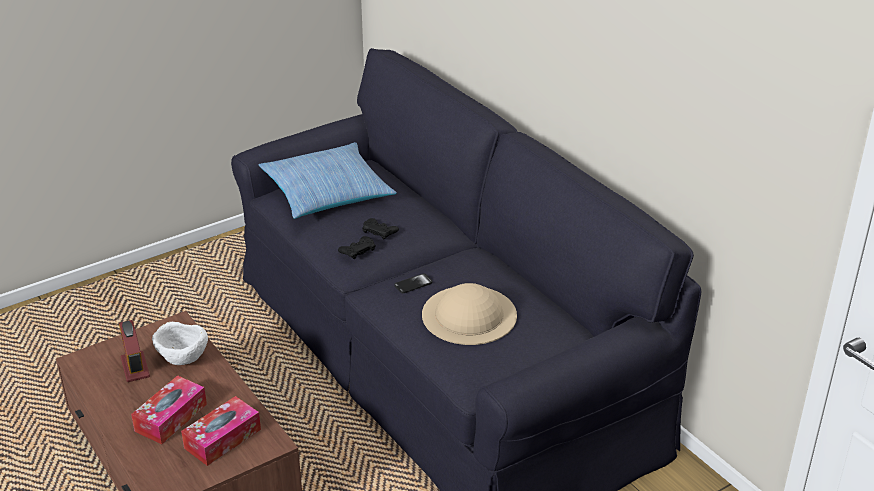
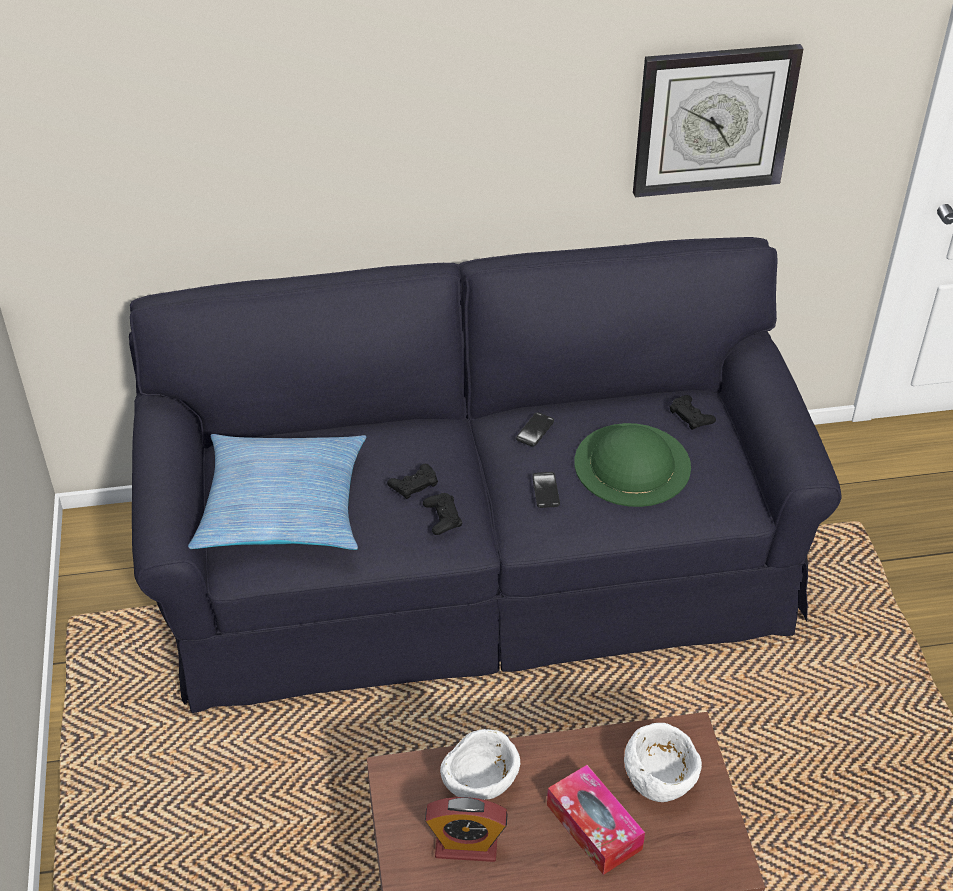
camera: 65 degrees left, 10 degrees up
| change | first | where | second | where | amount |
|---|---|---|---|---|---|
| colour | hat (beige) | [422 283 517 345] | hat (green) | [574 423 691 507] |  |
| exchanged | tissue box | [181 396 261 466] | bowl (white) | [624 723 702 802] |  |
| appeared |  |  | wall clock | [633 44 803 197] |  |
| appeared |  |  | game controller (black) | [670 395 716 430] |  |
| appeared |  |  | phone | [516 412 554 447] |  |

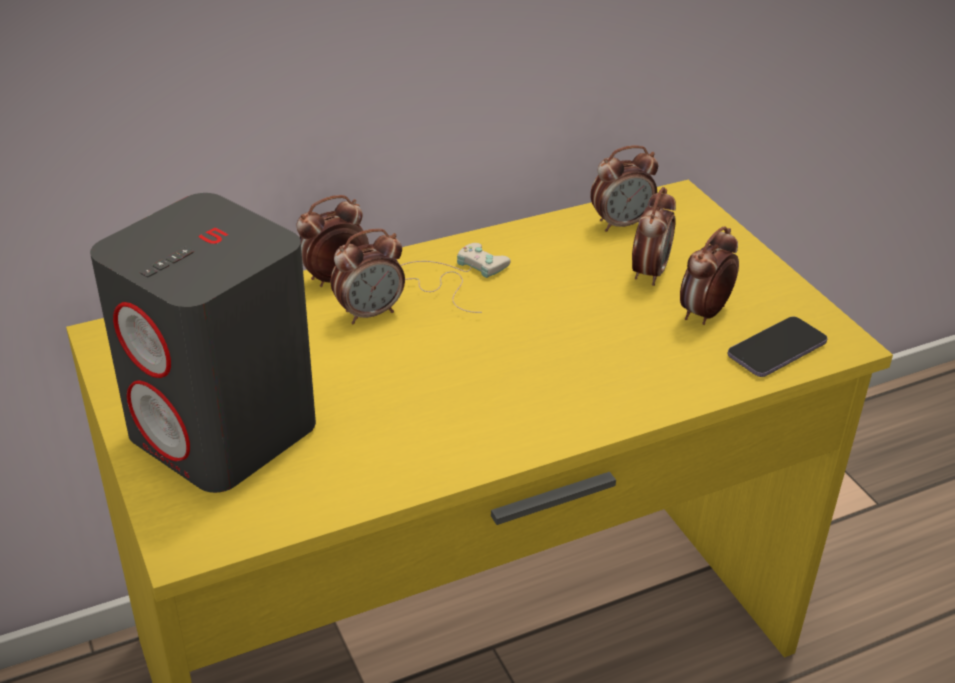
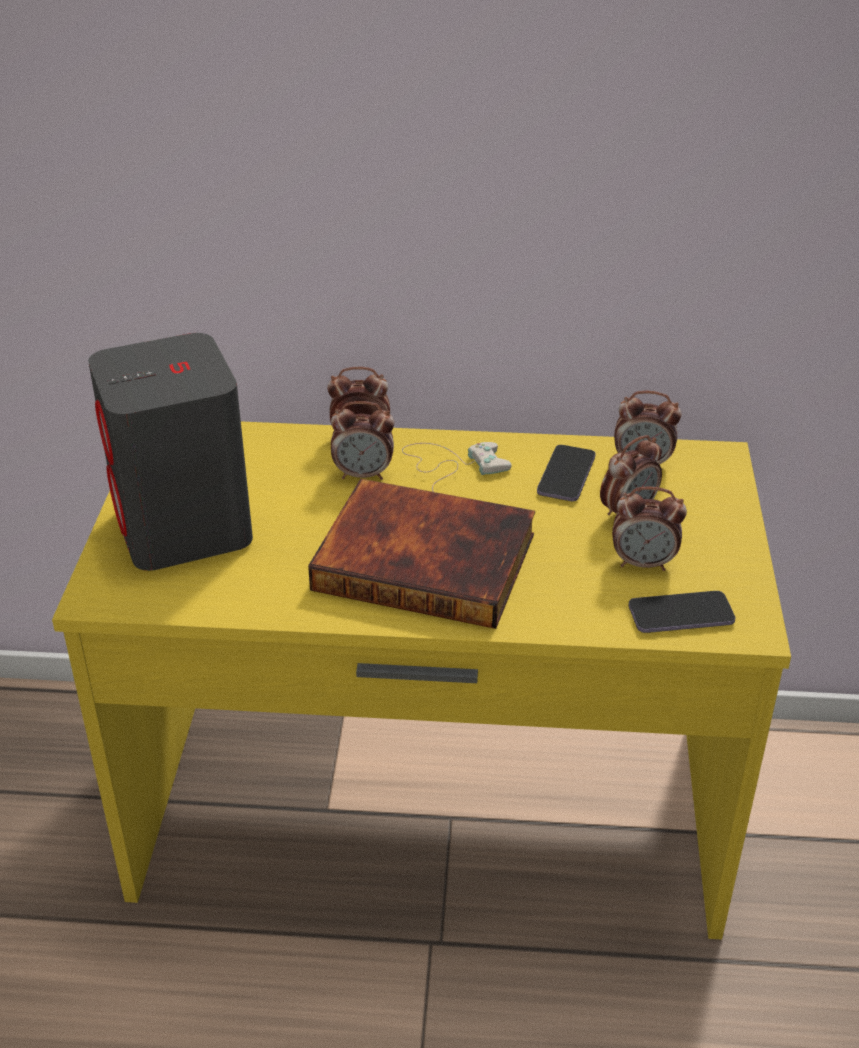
camera: 30 degrees right, 0 degrees up
| change | first | where | second | where | amount |
|---|---|---|---|---|---|
| spun | alarm clock | [680 226 739 325] |  | [612 486 687 571] | 150 degrees counterclockwise |
| appeared |  |  | phone | [537 445 596 501] |  |
| appeared |  |  | book | [308 479 535 629] |  |

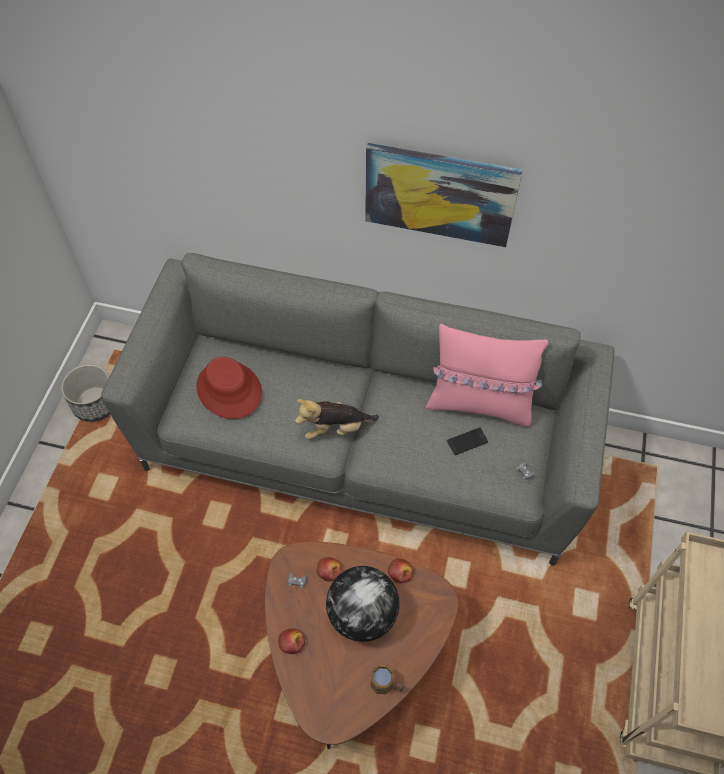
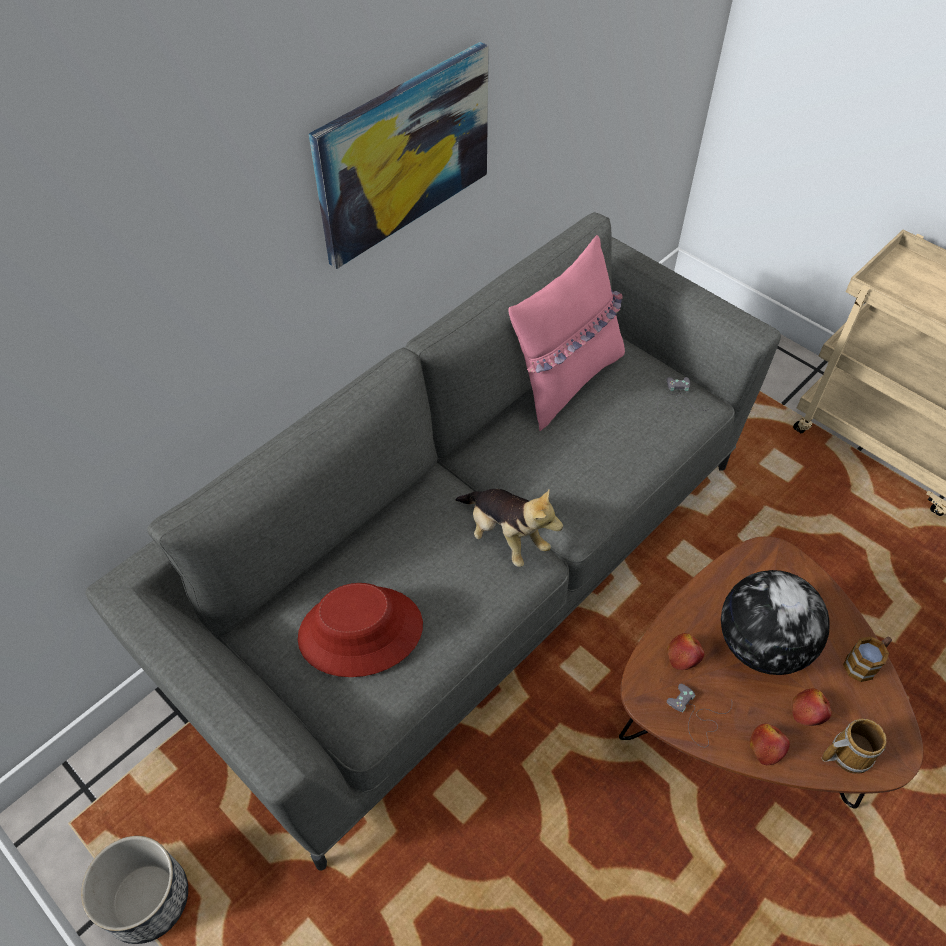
camera: 60 degrees left, 5 degrees down
| change | first | where | second | where | amount |
|---|---|---|---|---|---|
| spun | plush toy | [295 399 379 439] |  | [455 489 563 567] | 60 degrees counterclockwise |
| missing | phone | [447 427 488 455] |  |  |  |
| relocated | apple | [388 558 413 584] |  | [792 689 832 726] |  |
| appeared |  |  | mug | [822 718 887 774] |  |

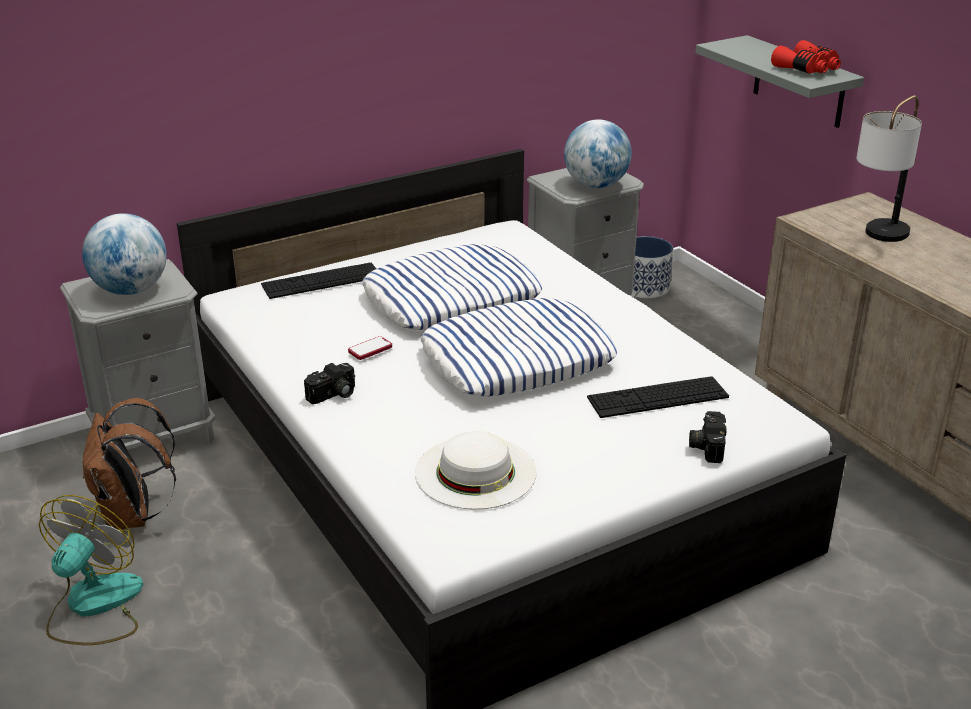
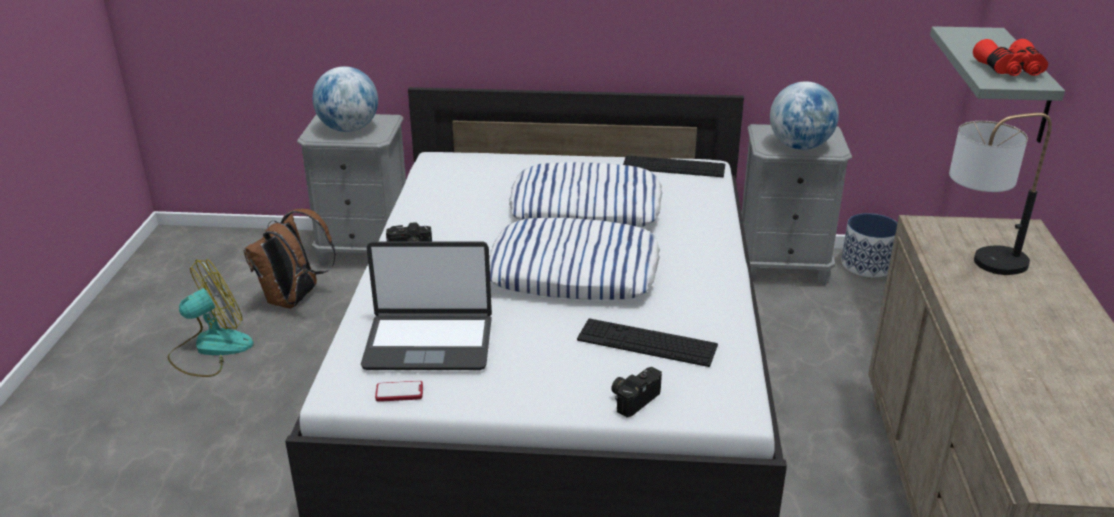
camera: 35 degrees right, 0 degrees up
| change | first | where | second | where | amount |
|---|---|---|---|---|---|
| relocated | keyboard | [261 262 376 299] |  | [623 156 725 177] |  |
| relocated | phone | [348 336 392 360] |  | [375 381 423 402] |  |
| exchanged | hat (white) | [415 431 537 509] | laptop | [361 242 492 370] |  |

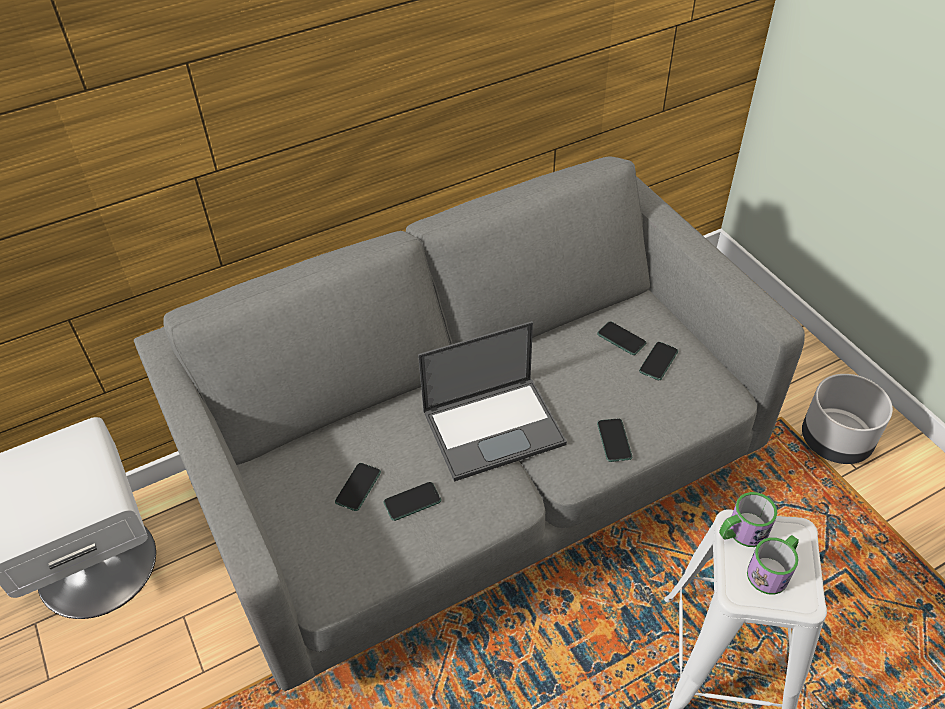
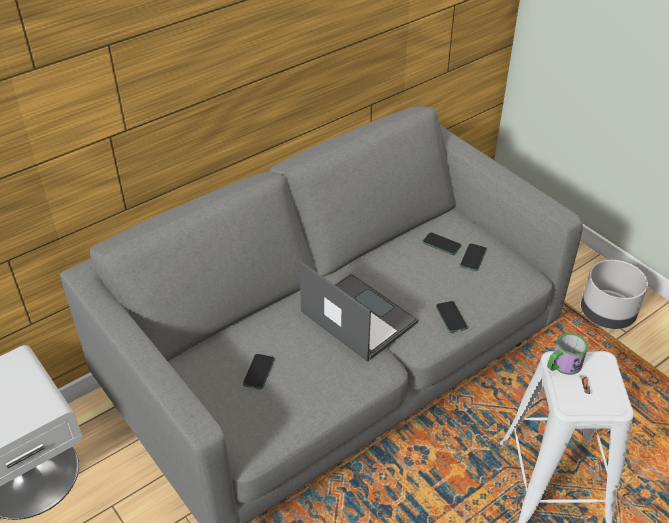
camera: 10 degrees left, 5 degrees down
| change | first | where | second | where | amount |
|---|---|---|---|---|---|
| spun | laptop | [418 321 567 482] |  | [299 261 418 362] | 105 degrees counterclockwise |
| missing | phone | [384 482 441 521] |  |  |  |
| missing | mug | [747 535 799 595] |  |  |  |

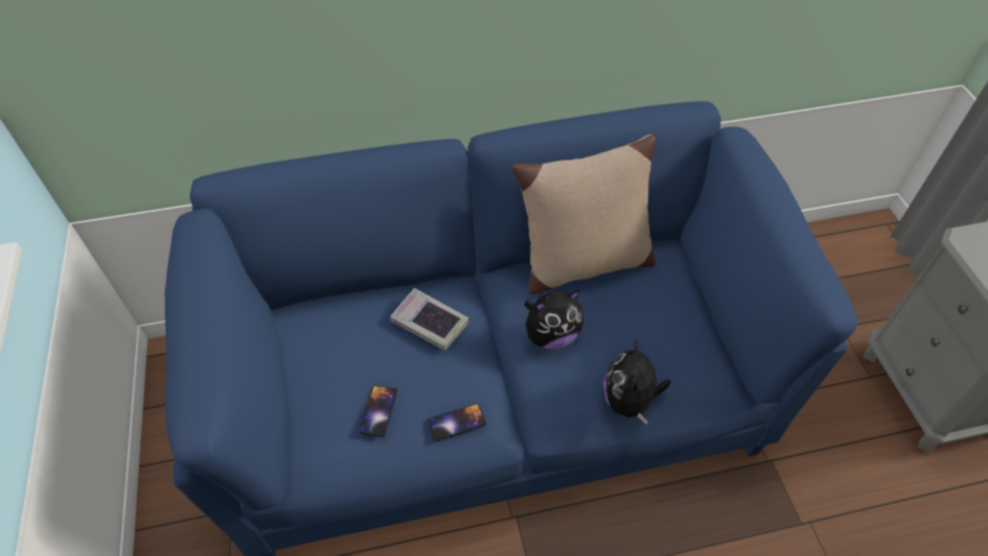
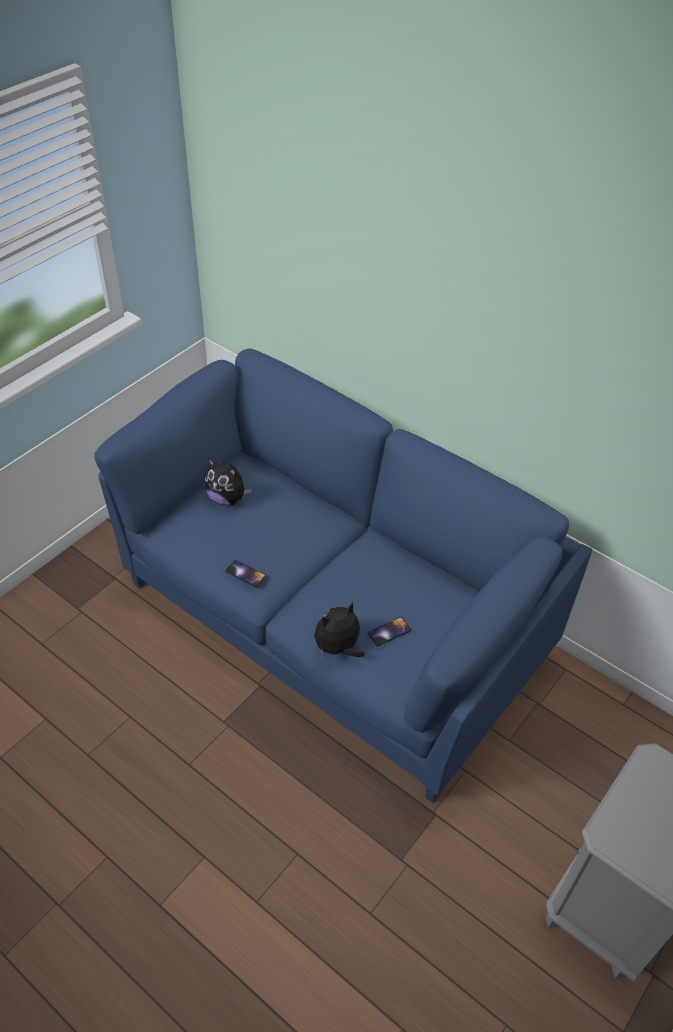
camera: 50 degrees right, 5 degrees down
| change | first | where | second | where | amount |
|---|---|---|---|---|---|
| missing | pillow (beige) | [512 134 656 294] |  |  |  |
| missing | book | [390 288 469 351] |  |  |  |
| relocated | plush toy | [524 290 584 349] |  | [204 458 252 506] |  |
| relocated | phone | [359 385 397 437] |  | [368 617 411 646] |  |

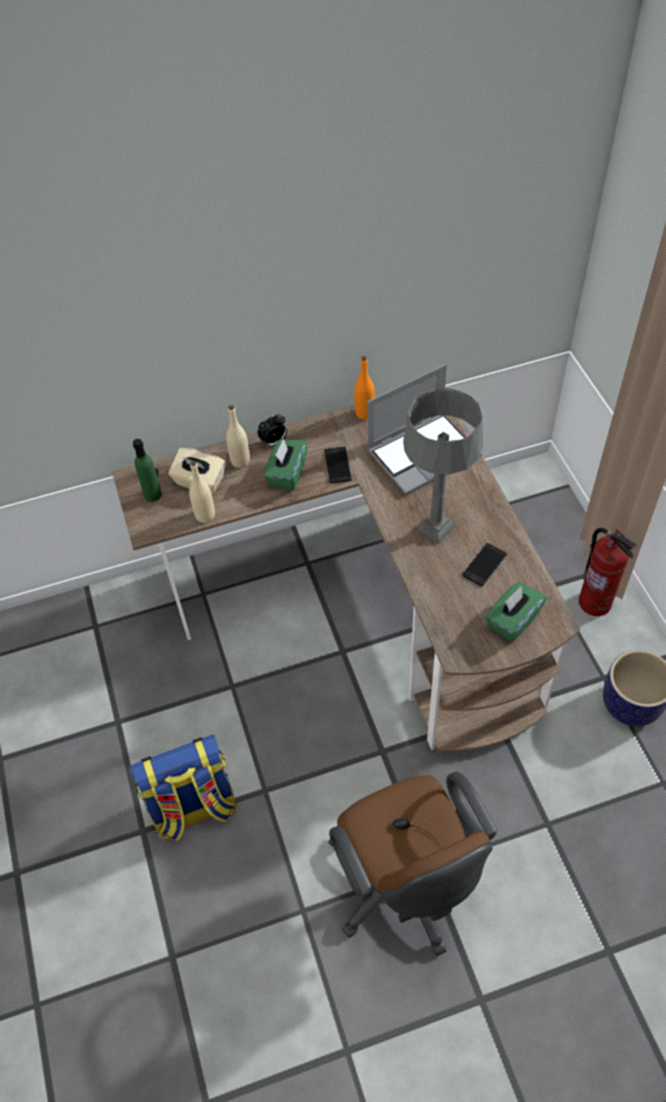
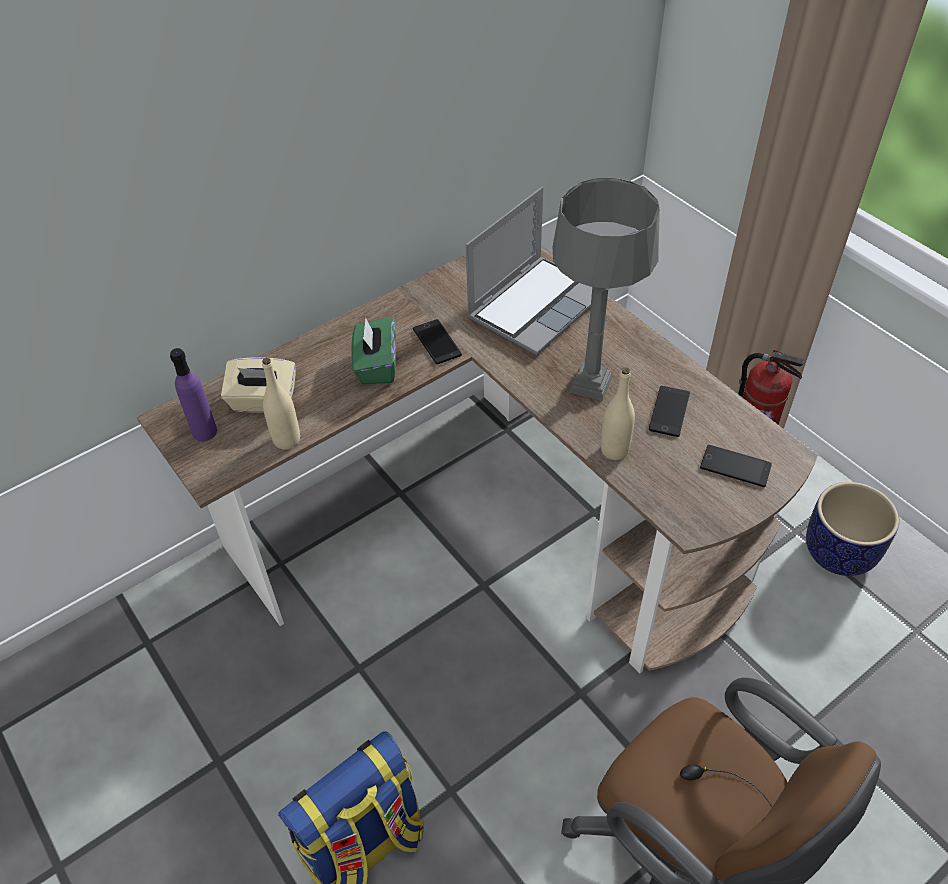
camera: 20 degrees left, 5 degrees down
| change | first | where | second | where | amount |
|---|---|---|---|---|---|
| missing | bottle (orange) | [354 356 375 420] |  |  |  |
| relocated | bottle (beige) | [226 405 250 468] |  | [601 367 635 460] |  |
| missing | alarm clock | [257 414 287 447] |  |  |  |
| colour | bottle (green) | [133 439 162 502] | bottle (purple) | [170 348 217 441] |  |
| exchanged | tissue box (green) | [486 582 547 642] | phone | [700 445 772 487] |  |

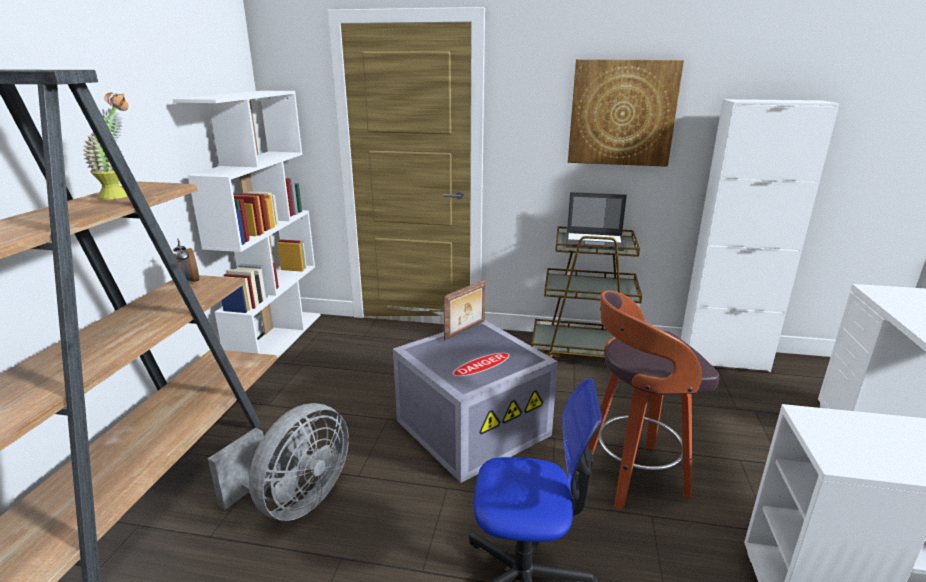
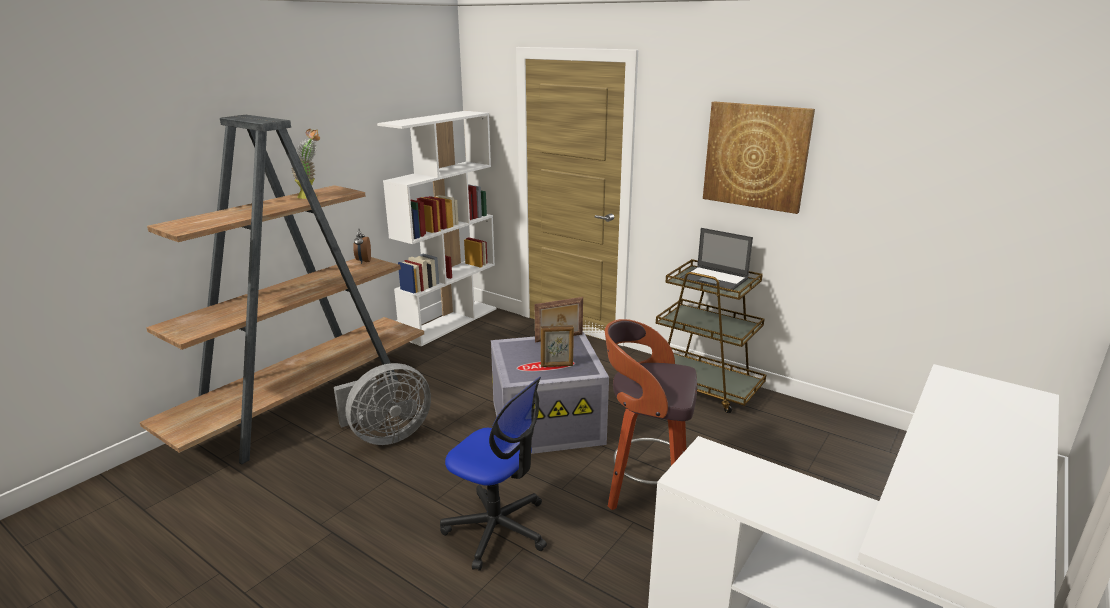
camera: 25 degrees right, 0 degrees up
| change | first | where | second | where | amount |
|---|---|---|---|---|---|
| missing | cabinet (white) | [681 99 840 372] |  |  |  |
| appeared |  |  | picture frame | [541 325 574 367] |  |

